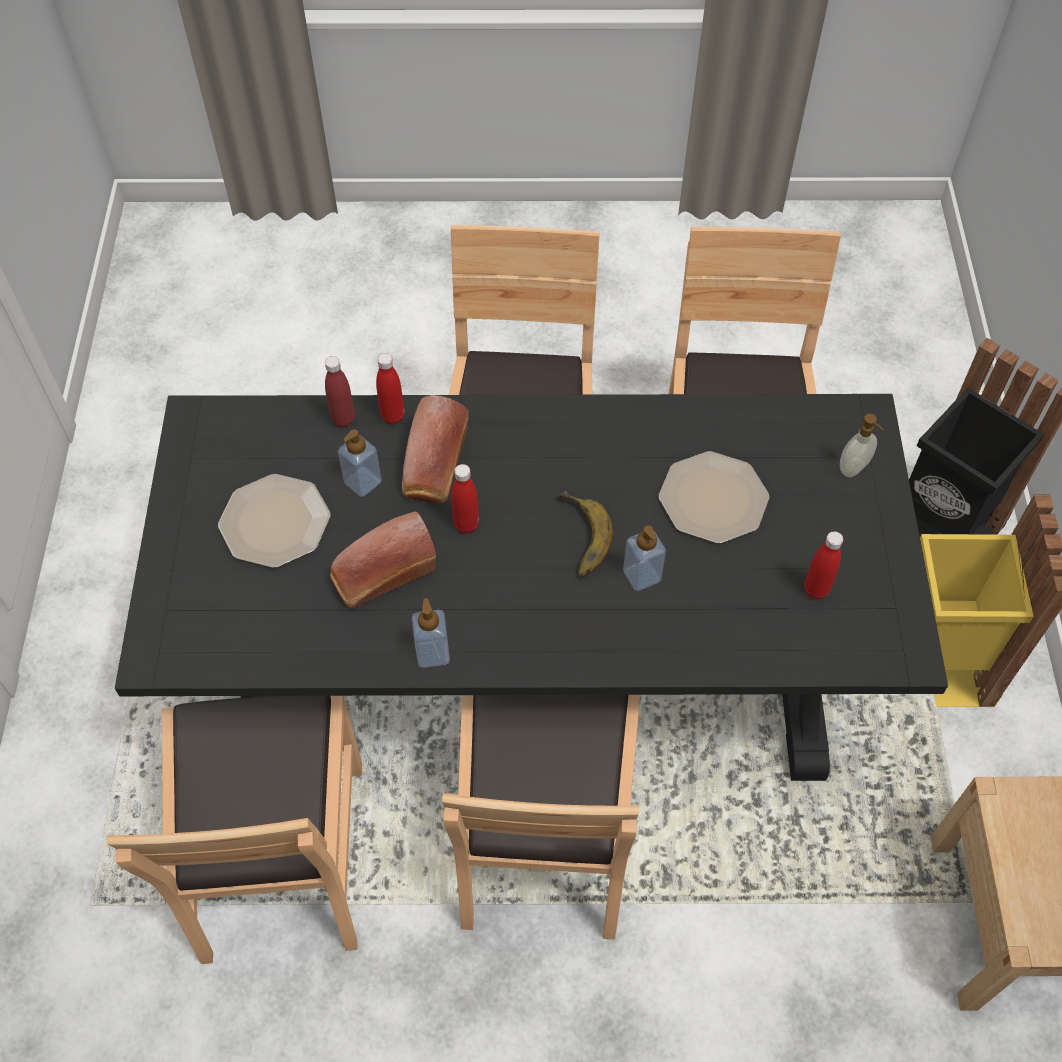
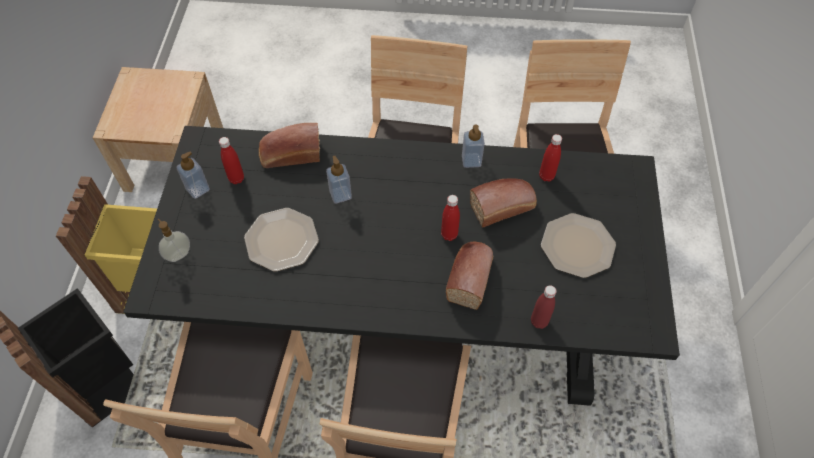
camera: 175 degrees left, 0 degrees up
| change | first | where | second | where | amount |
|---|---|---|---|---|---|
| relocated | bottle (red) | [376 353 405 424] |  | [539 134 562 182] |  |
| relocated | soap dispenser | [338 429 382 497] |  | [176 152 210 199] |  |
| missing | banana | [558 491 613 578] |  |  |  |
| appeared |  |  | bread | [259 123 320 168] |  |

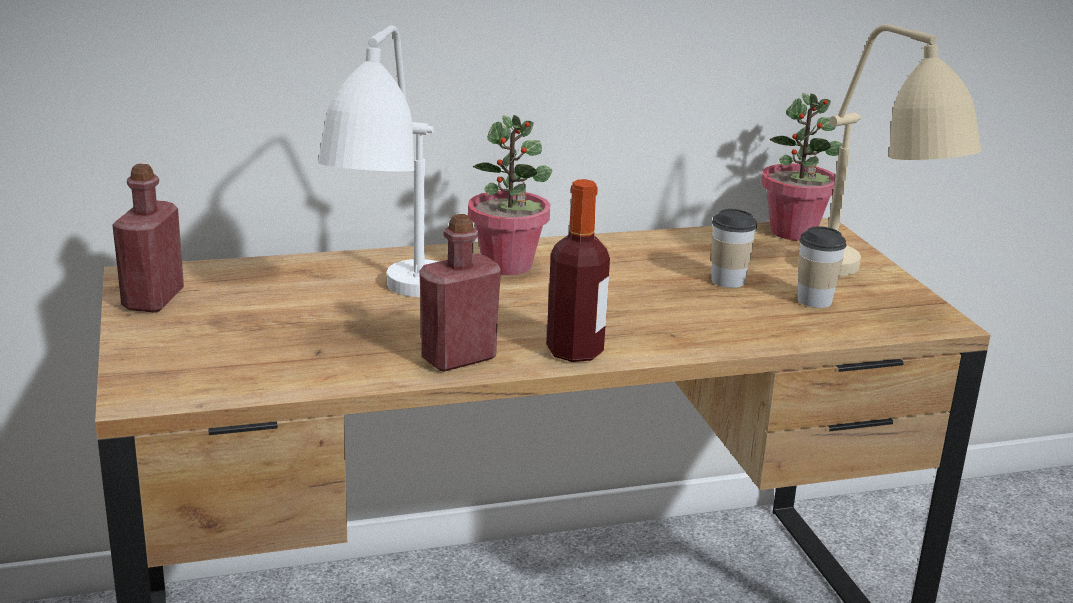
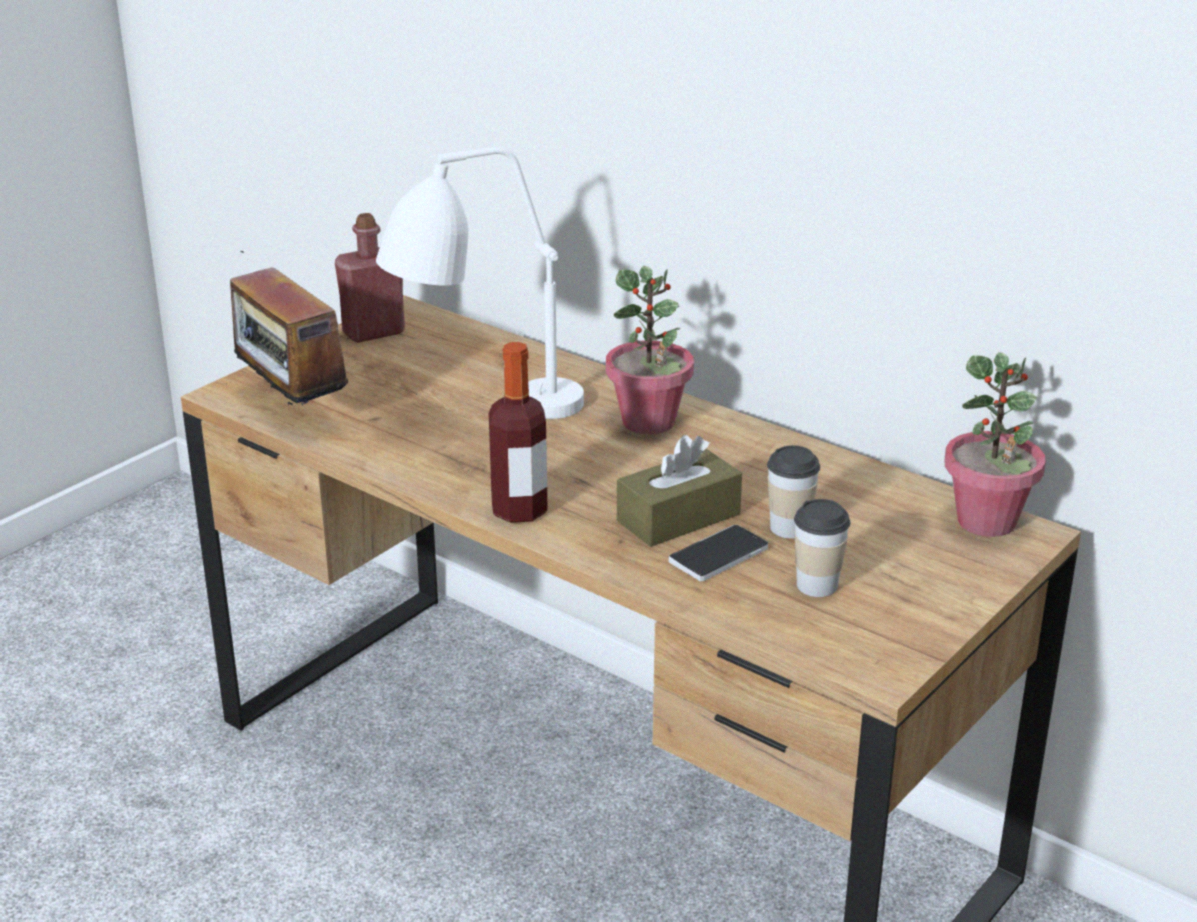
camera: 55 degrees right, 5 degrees up
| change | first | where | second | where | amount |
|---|---|---|---|---|---|
| missing | table lamp (beige) | [798 24 981 276] |  |  |  |
| missing | bottle (red) | [419 214 501 372] |  |  |  |
| appeared |  |  | radio | [226 251 349 406] |  |
| appeared |  |  | tissue box (brown) | [617 435 742 547] |  |
| appeared |  |  | phone | [669 525 768 581] |  |

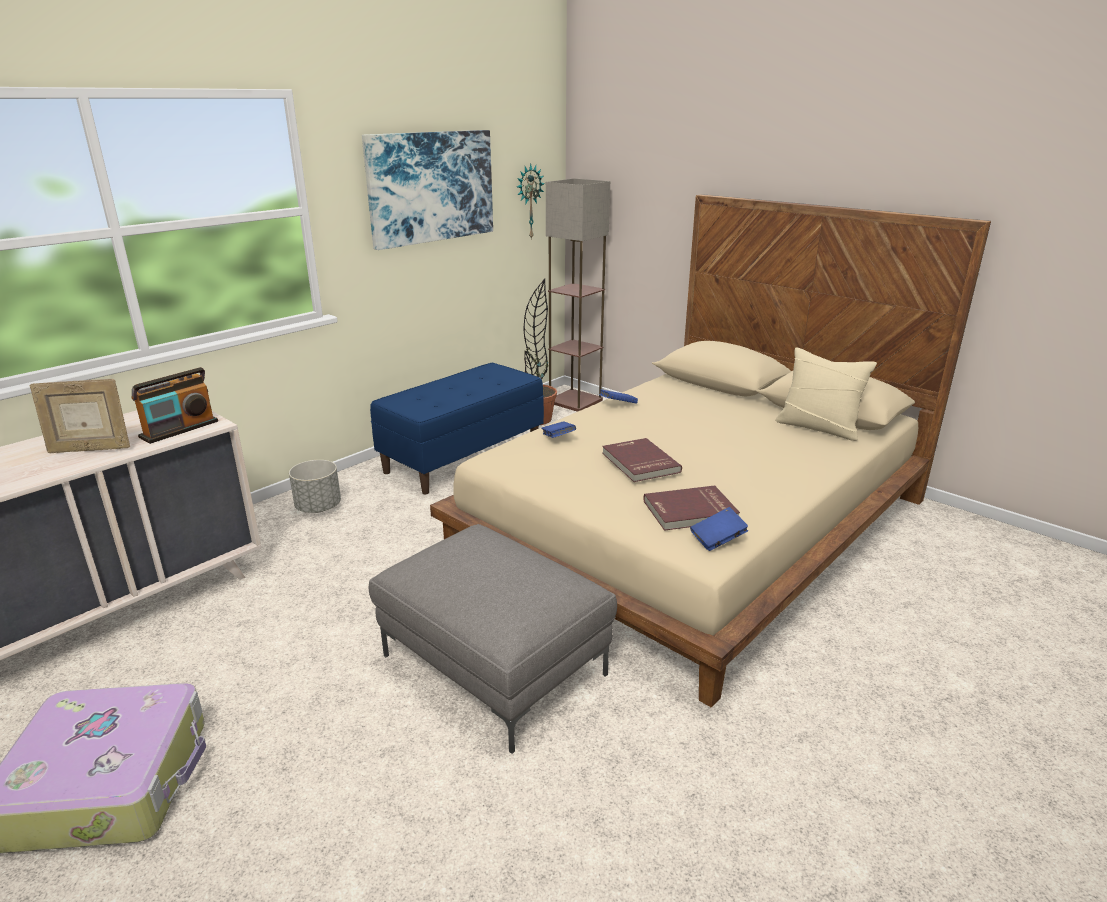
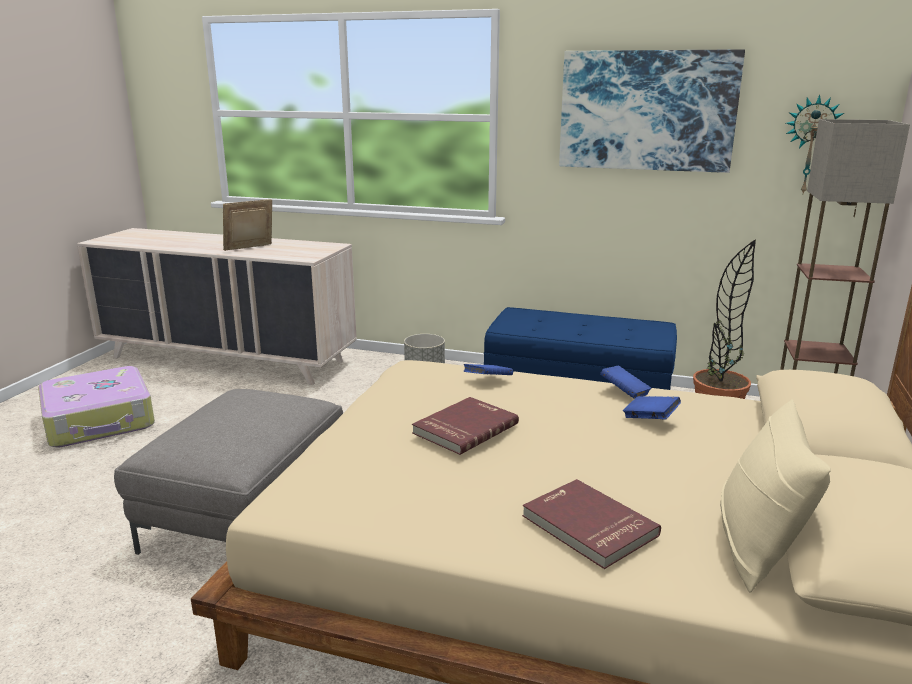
camera: 65 degrees right, 5 degrees down
| change | first | where | second | where | amount |
|---|---|---|---|---|---|
| missing | radio | [131 367 218 444] |  |  |  |
| spun | picture frame | [30 379 130 453] |  | [223 199 272 251] | 75 degrees clockwise |
| relocated | book (red) | [644 485 740 531] |  | [522 479 661 569] |  |
| relocated | book (blue) | [690 507 748 551] |  | [623 396 681 419] |  |

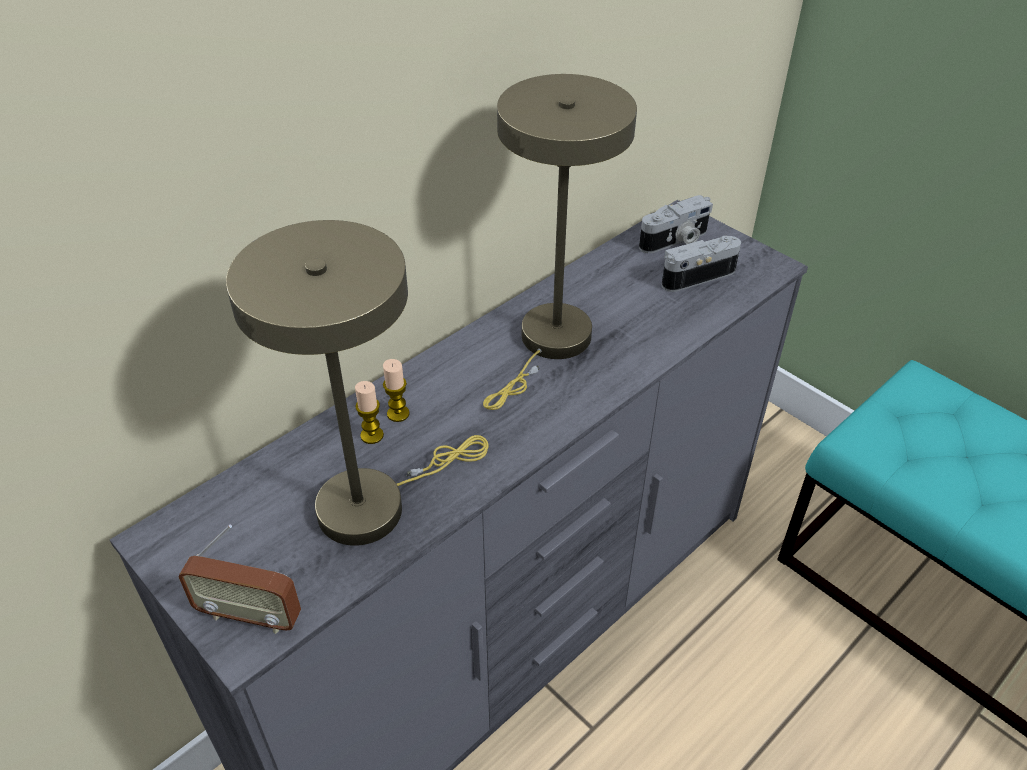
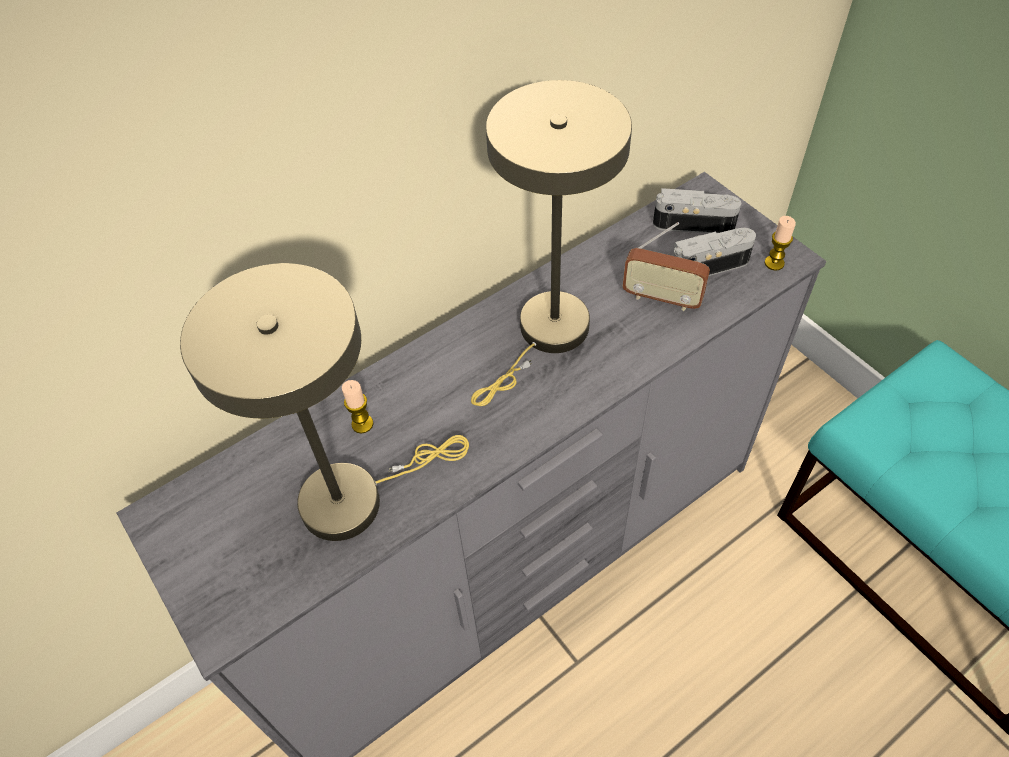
camera: 10 degrees right, 10 degrees up
| change | first | where | second | where | amount |
|---|---|---|---|---|---|
| spun | photo camera | [639 195 713 253] |  | [653 188 741 233] | 150 degrees counterclockwise |
| relocated | candle | [383 359 410 422] |  | [765 216 796 271] |  |
| relocated | radio | [179 525 301 634] |  | [623 222 710 311] |  |

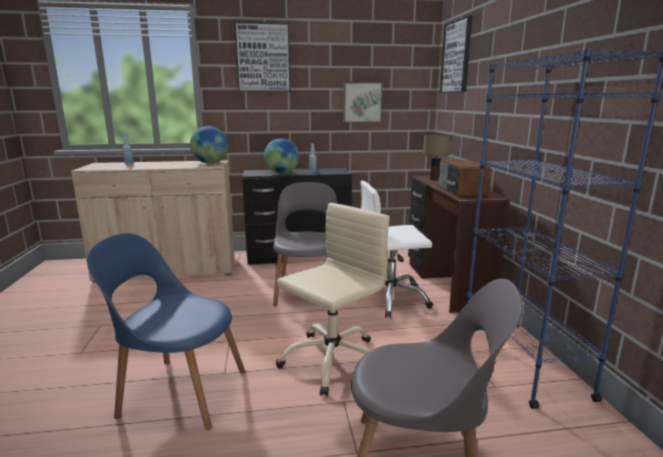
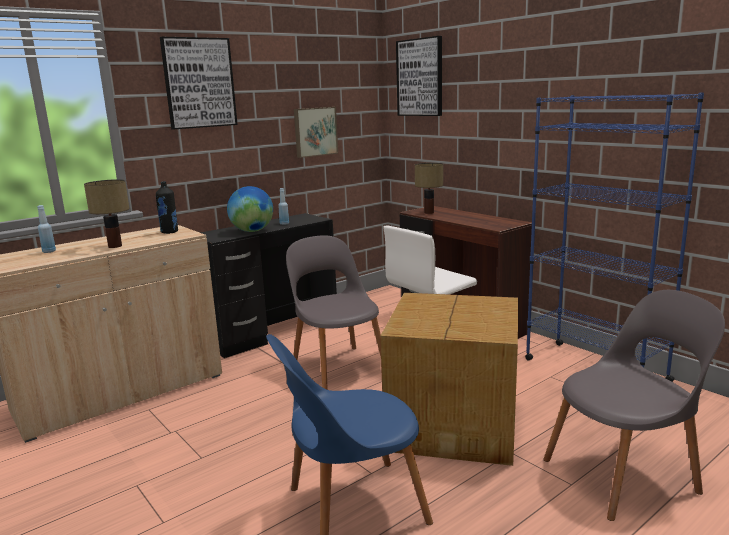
camera: 30 degrees left, 0 degrees up
| change | first | where | second | where | amount |
|---|---|---|---|---|---|
| exchanged | globe | [190 126 228 164] | bottle (black) | [156 181 178 234] |  |
| missing | radio | [438 159 491 197] |  |  |  |
| exchanged | office chair (beige) | [276 203 390 396] | cardboard box | [380 293 518 466] |  |
| appeared |  |  | table lamp | [84 179 130 248] |  |

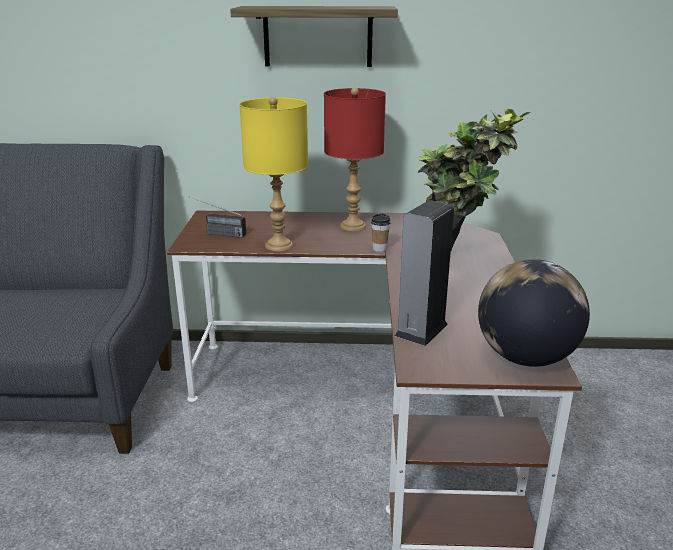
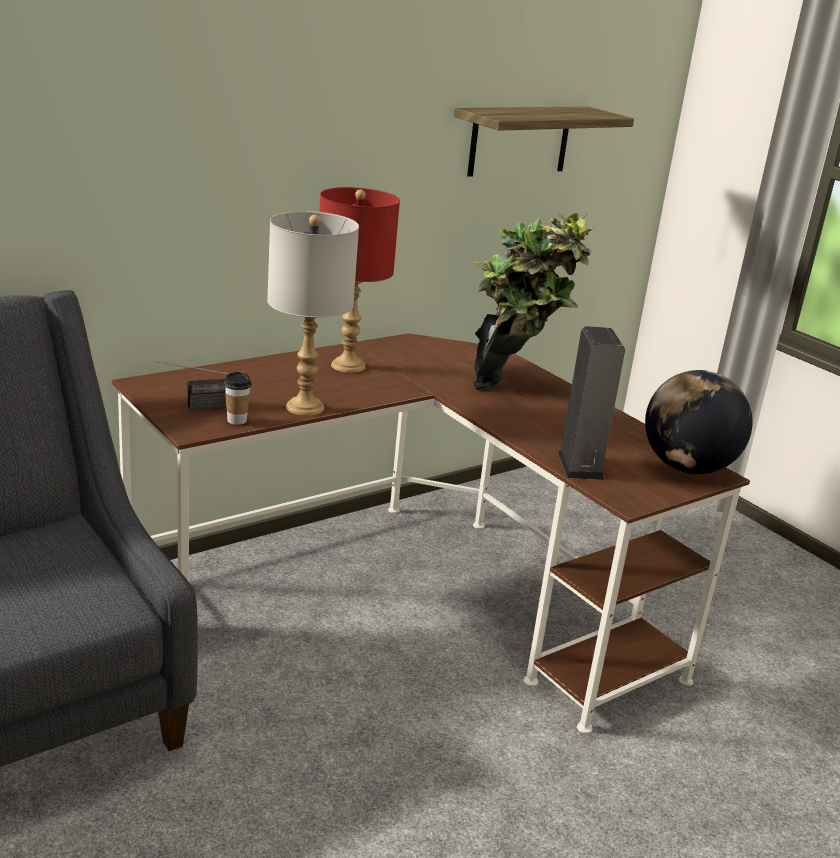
camera: 40 degrees left, 0 degrees up
| change | first | where | second | where | amount |
|---|---|---|---|---|---|
| relocated | shelf | [230 6 398 67] |  | [454 106 634 177] |  |
| colour | table lamp (yellow) | [239 97 308 251] | table lamp (grey) | [267 211 359 416] |  |
| relocated | cup | [371 214 390 252] |  | [224 372 252 425] |  |

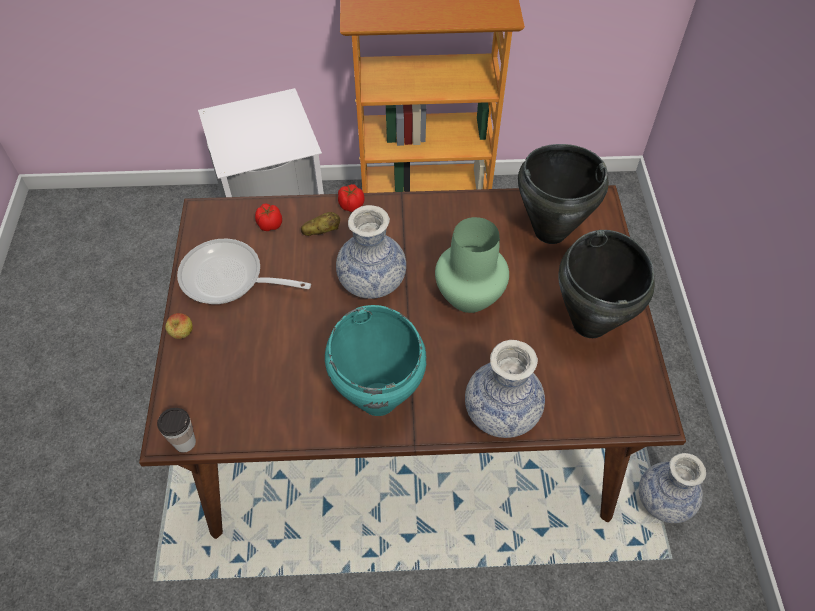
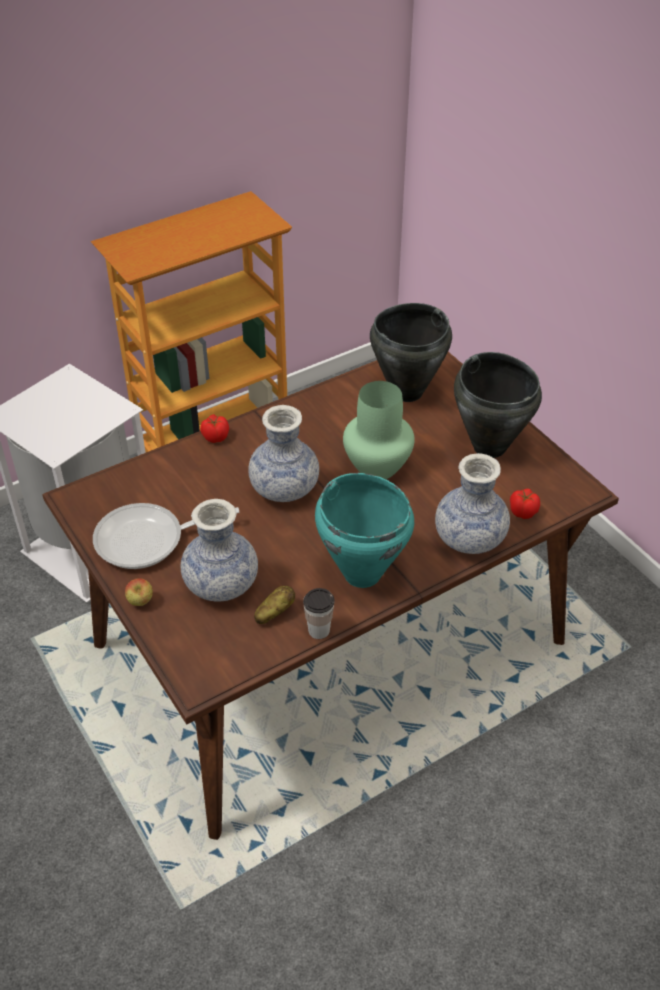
camera: 30 degrees left, 10 degrees down
| change | first | where | second | where | amount |
|---|---|---|---|---|---|
| relocated | tomato | [255 203 282 231] |  | [510 489 540 519] |  |
| relocated | potato | [301 212 340 236] |  | [254 586 295 624] |  |
| relocated | cup | [157 408 196 453] |  | [303 588 335 639] |  |
| relocated | vase | [639 453 706 523] |  | [181 499 258 602] |  |

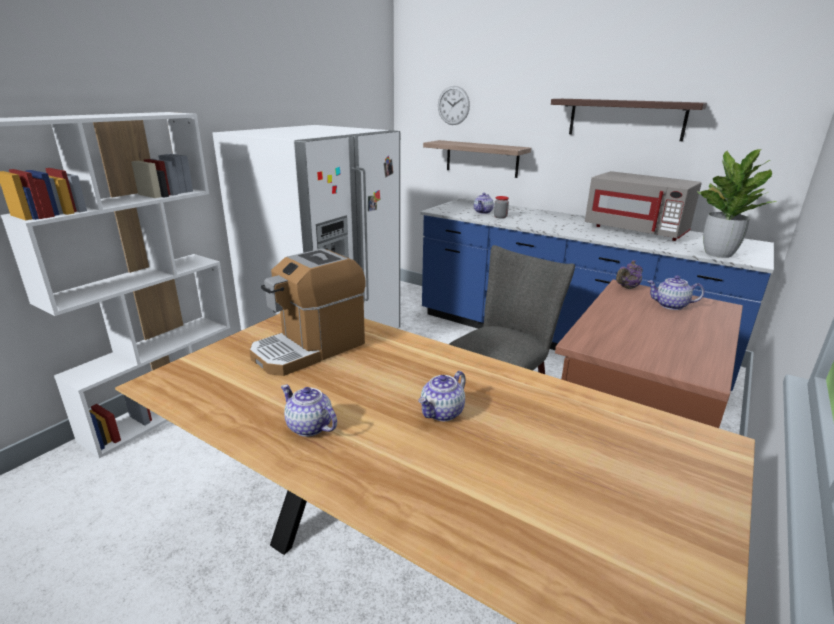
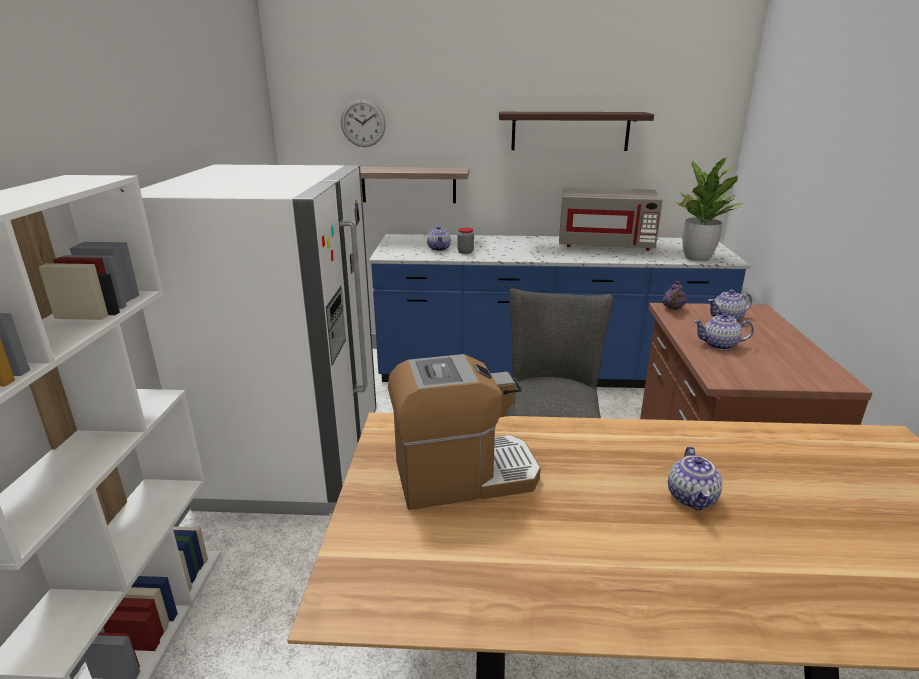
camera: 30 degrees left, 0 degrees up
| change | first | where | second | where | amount |
|---|---|---|---|---|---|
| spun | coffee machine | [250 248 366 376] |  | [388 354 541 510] | 120 degrees counterclockwise |
| relocated | teapot | [281 385 337 437] |  | [694 313 754 350] |  |

